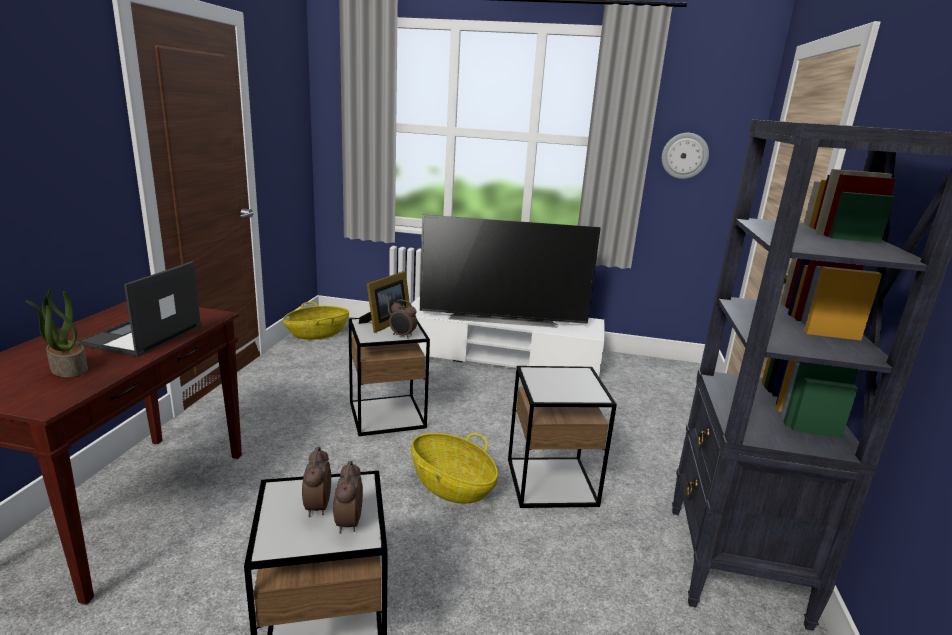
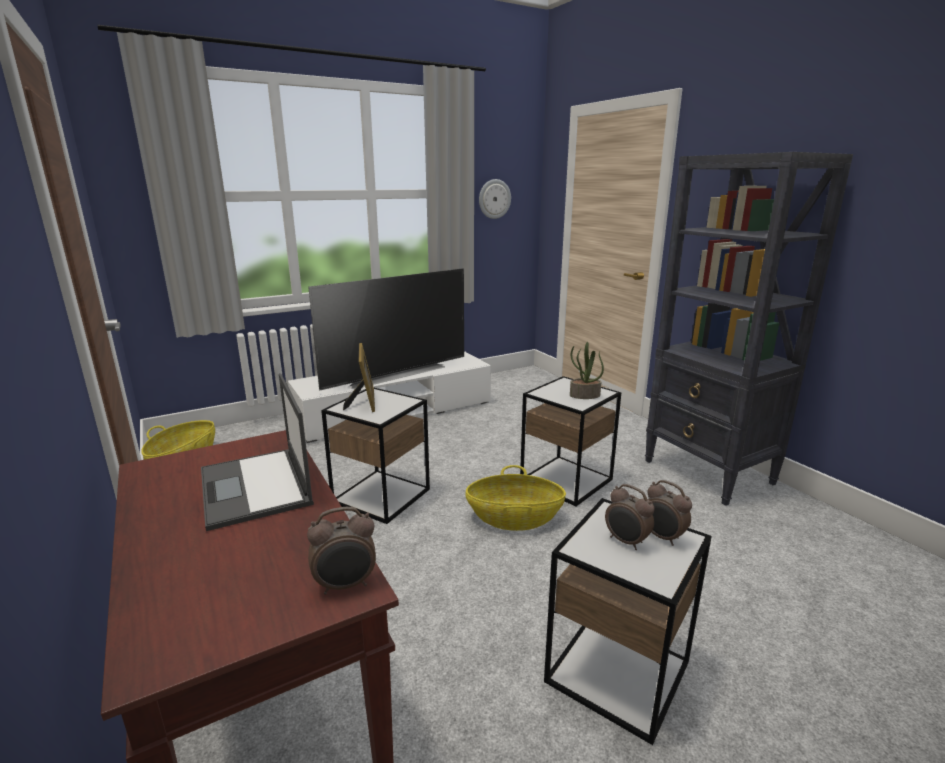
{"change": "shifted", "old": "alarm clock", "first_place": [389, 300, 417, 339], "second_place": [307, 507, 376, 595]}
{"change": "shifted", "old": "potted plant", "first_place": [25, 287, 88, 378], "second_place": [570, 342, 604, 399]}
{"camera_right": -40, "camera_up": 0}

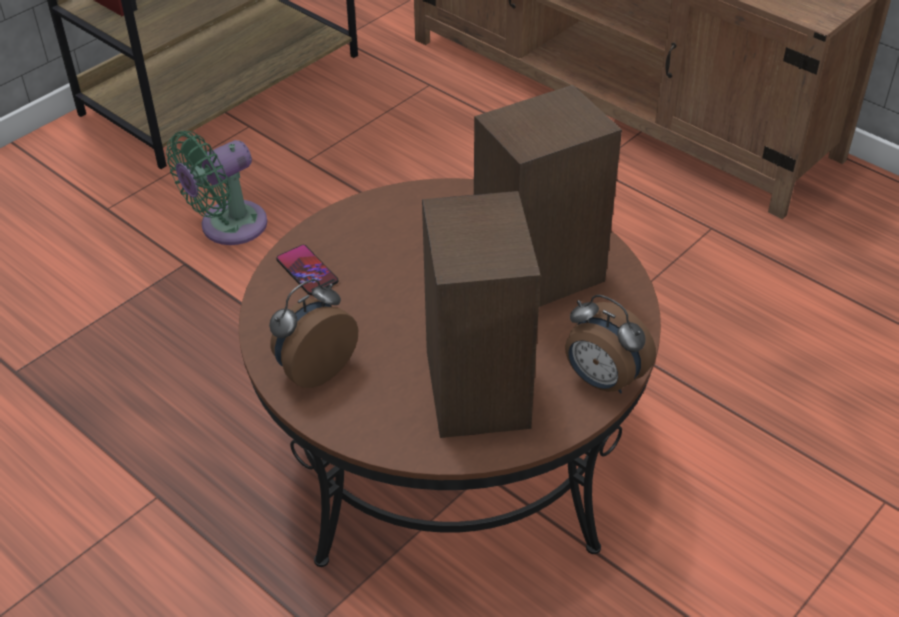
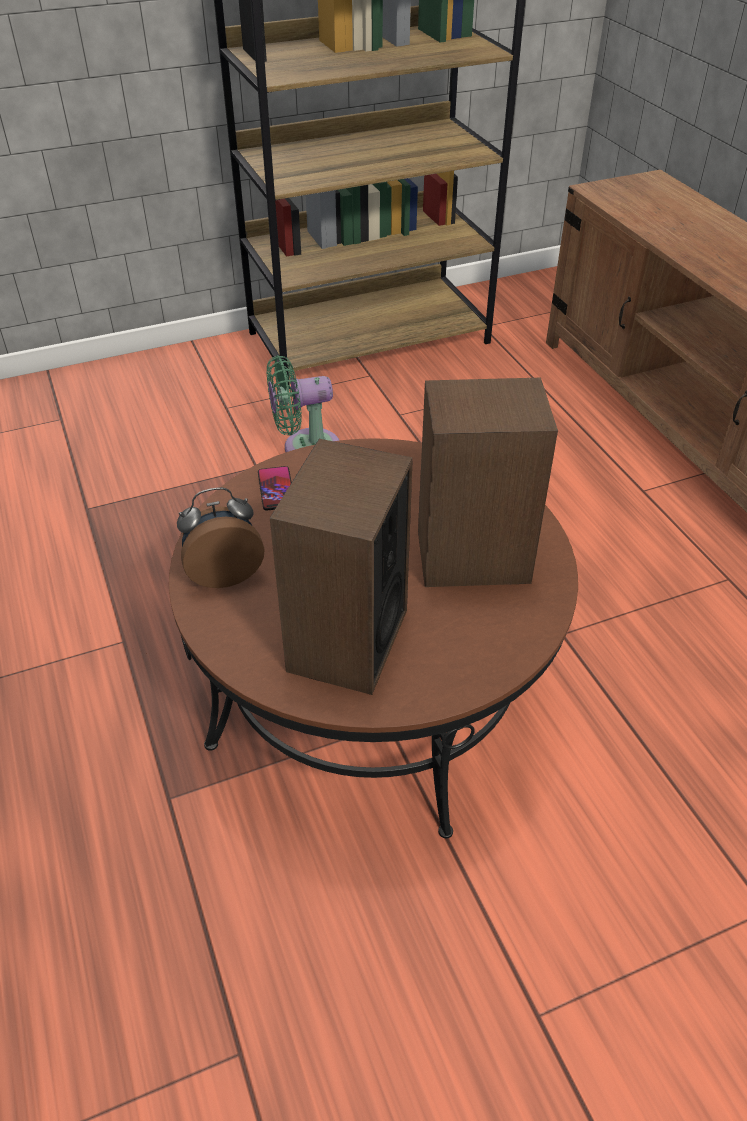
{"change": "gone", "old": "alarm clock", "first_place": [565, 295, 656, 394]}
{"camera_right": 25, "camera_up": 0}

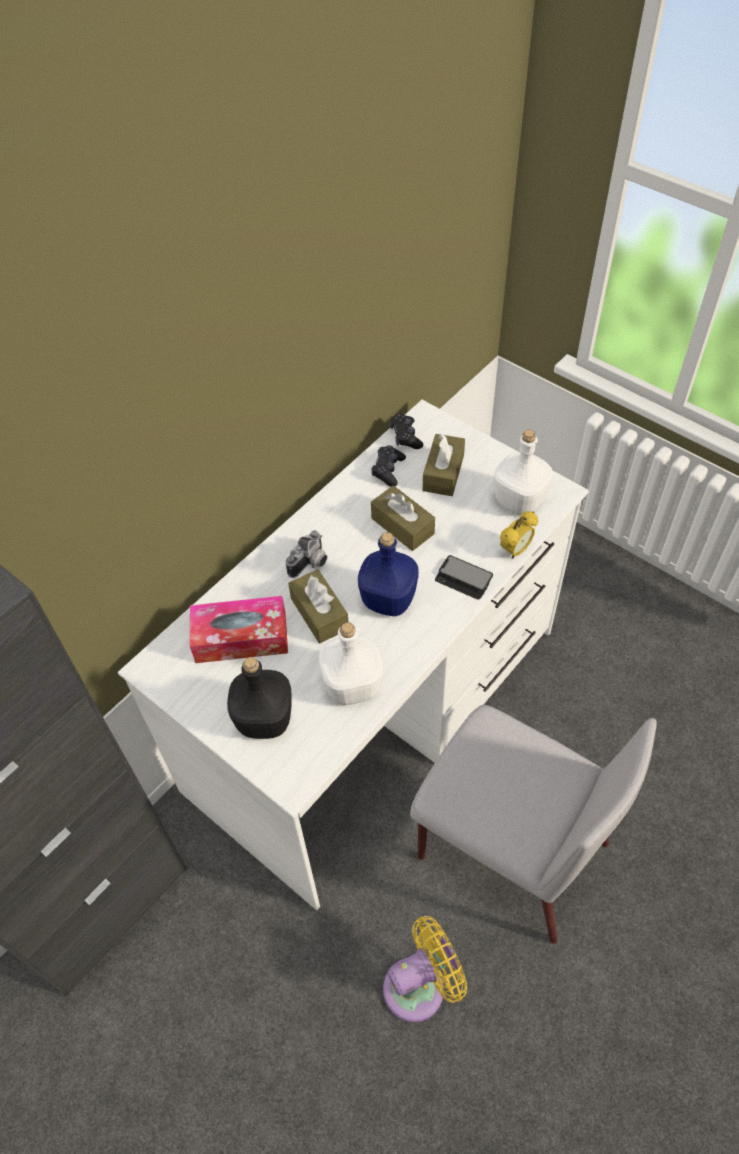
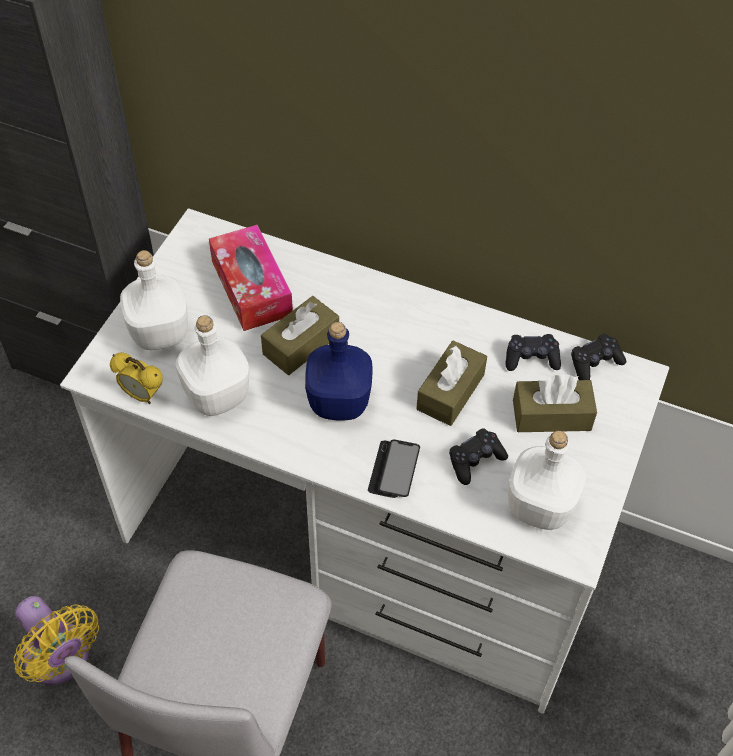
{"change": "shifted", "old": "alarm clock", "first_place": [500, 511, 538, 559], "second_place": [110, 352, 163, 404]}
{"change": "repainted", "old": "drink bottle (black)", "new": "drink bottle (white)", "first_place": [227, 657, 292, 739], "second_place": [120, 250, 188, 350]}
{"change": "new", "new": "gamepad (black)", "second_place": [449, 428, 508, 485]}
{"change": "gone", "old": "still camera", "first_place": [285, 530, 327, 578]}
{"camera_right": 70, "camera_up": 0}

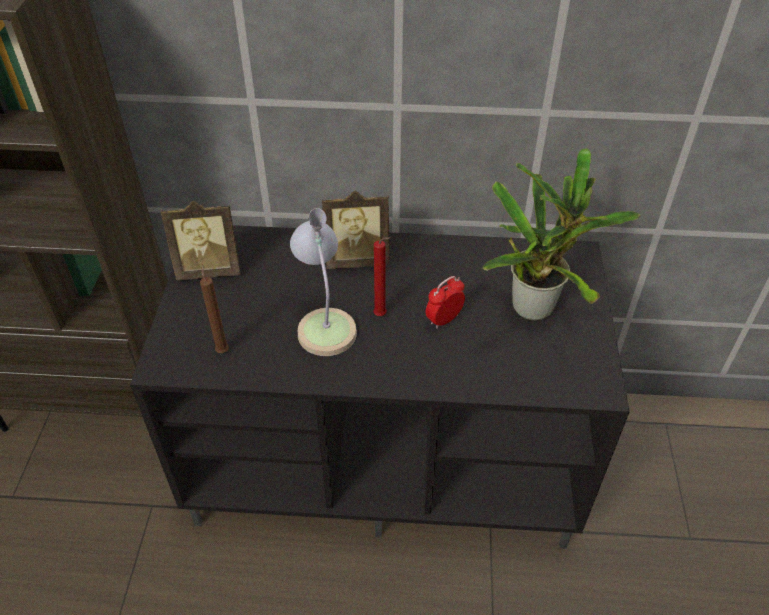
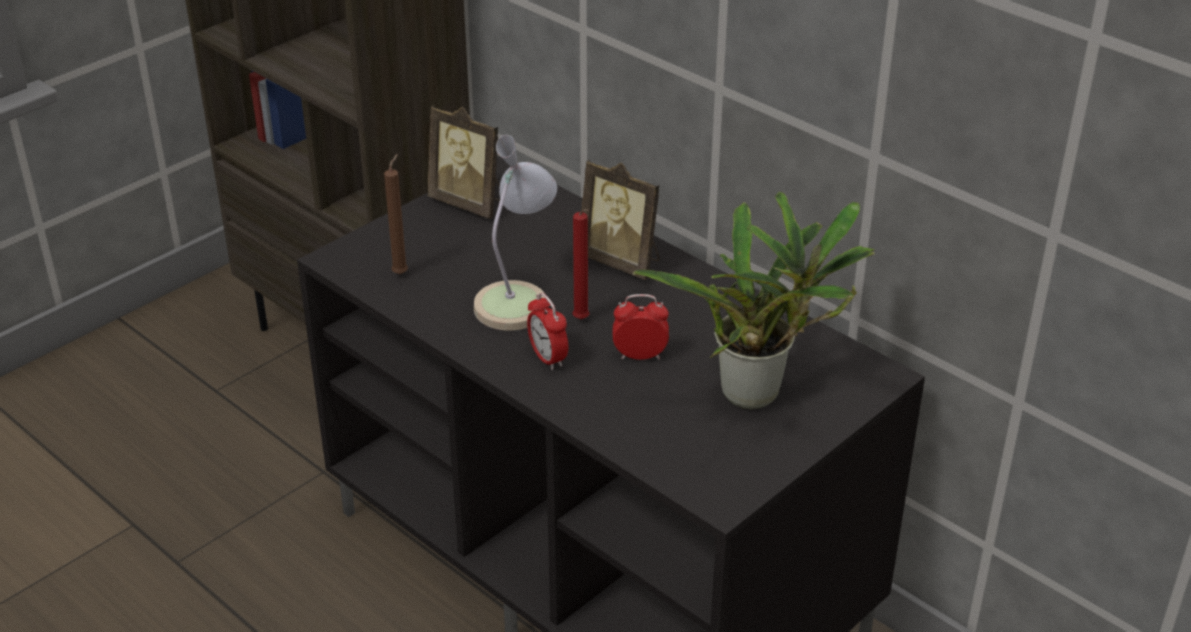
{"change": "new", "new": "alarm clock", "second_place": [527, 293, 568, 370]}
{"camera_right": 40, "camera_up": -10}

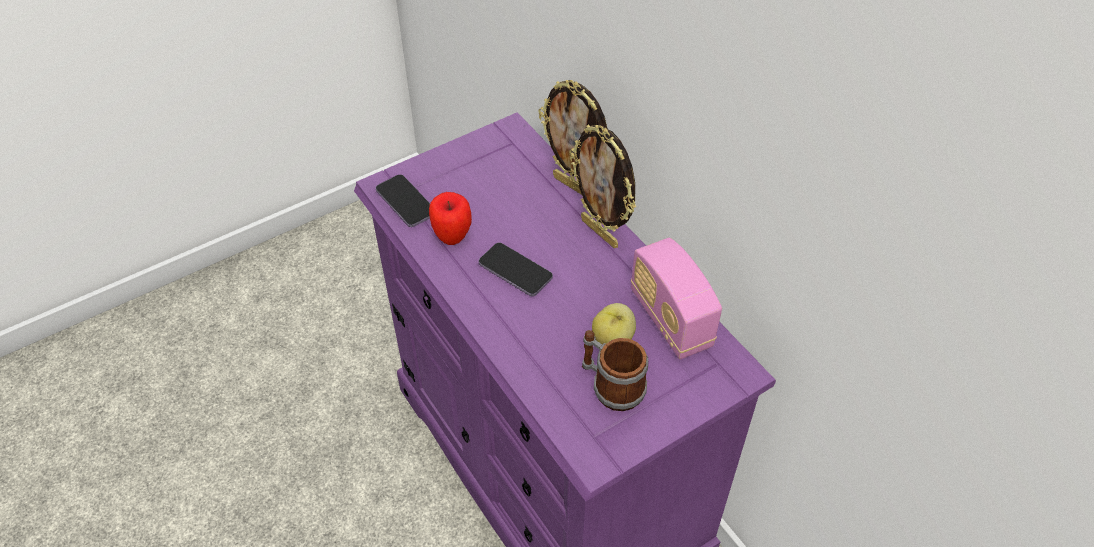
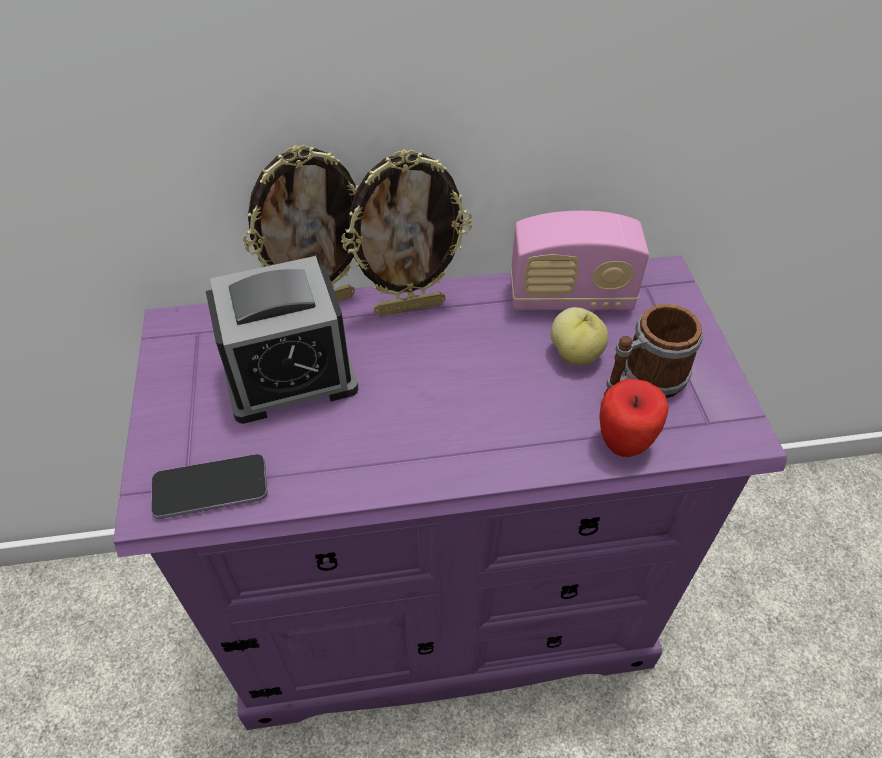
{"change": "new", "new": "alarm clock", "second_place": [206, 256, 359, 424]}
{"change": "shifted", "old": "apple fruit", "first_place": [429, 192, 472, 245], "second_place": [600, 378, 669, 457]}
{"change": "gone", "old": "telephone", "first_place": [479, 242, 553, 296]}
{"camera_right": -65, "camera_up": 0}

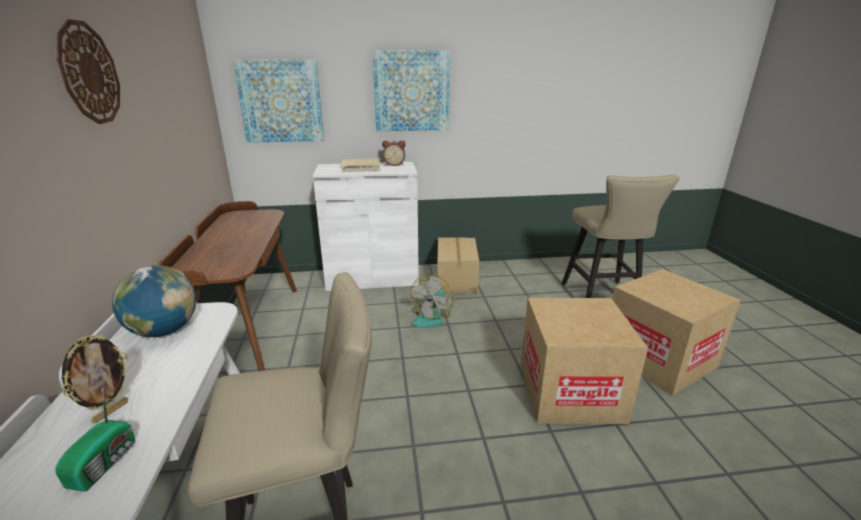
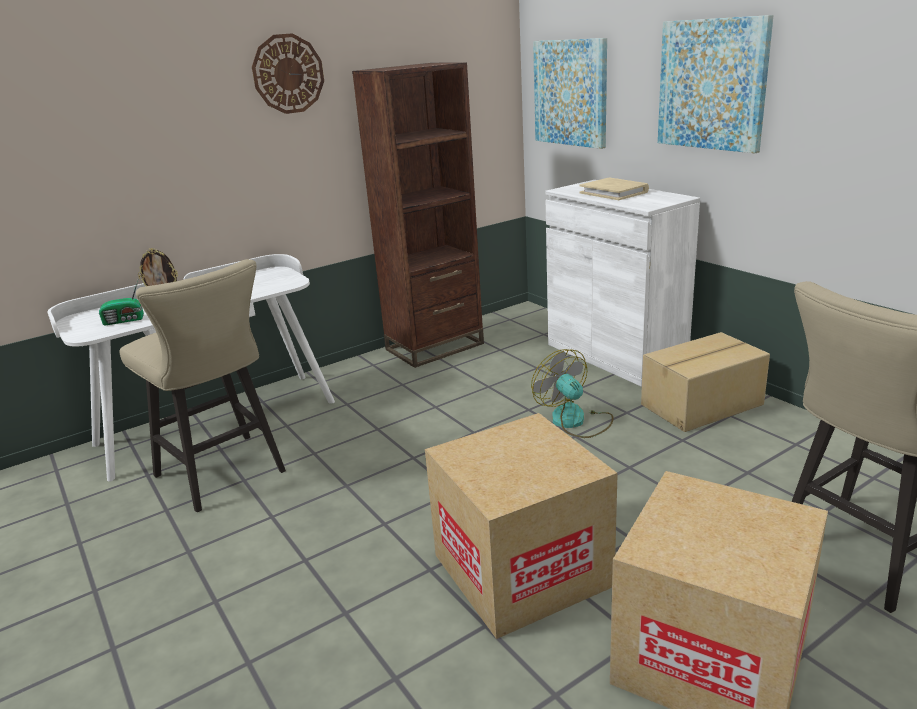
{"change": "swapped", "old": "desk unit (brownish)", "new": "bookshelf (brownish)", "first_place": [158, 201, 297, 371], "second_place": [352, 62, 484, 368]}
{"change": "rotated", "old": "fan", "first_place": [411, 274, 453, 328], "second_place": [531, 349, 614, 438], "degrees": 60}
{"change": "gone", "old": "world globe", "first_place": [112, 265, 196, 337]}
{"change": "gone", "old": "alarm clock", "first_place": [382, 140, 406, 166]}
{"camera_right": 65, "camera_up": 0}

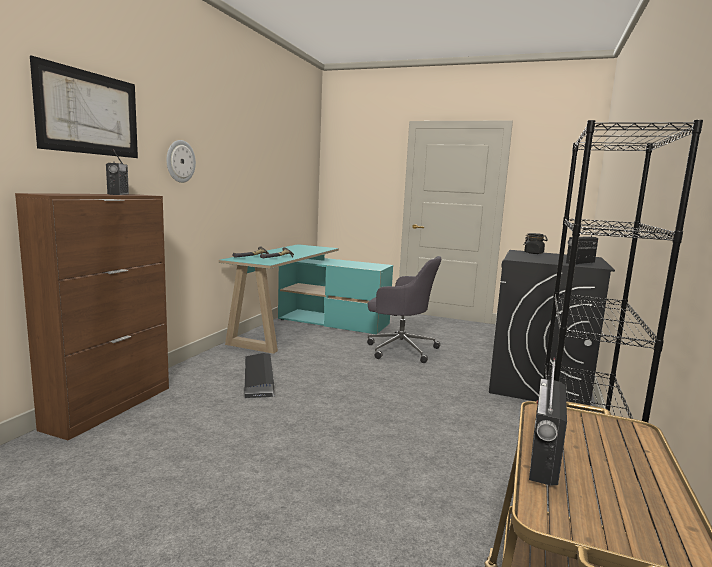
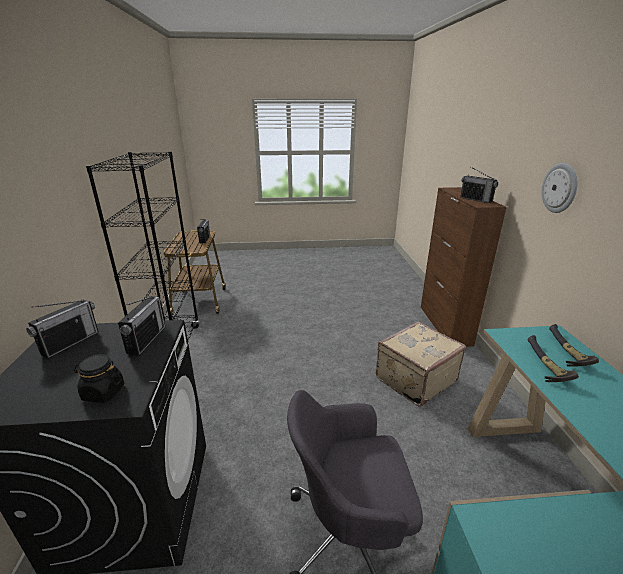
{"change": "new", "new": "radio", "second_place": [118, 296, 166, 356]}
{"change": "swapped", "old": "storage bin (black)", "new": "suitcase (beige-coloured)", "first_place": [245, 353, 274, 398], "second_place": [376, 321, 466, 407]}
{"change": "gone", "old": "wall art", "first_place": [30, 55, 138, 158]}
{"camera_right": 155, "camera_up": 15}

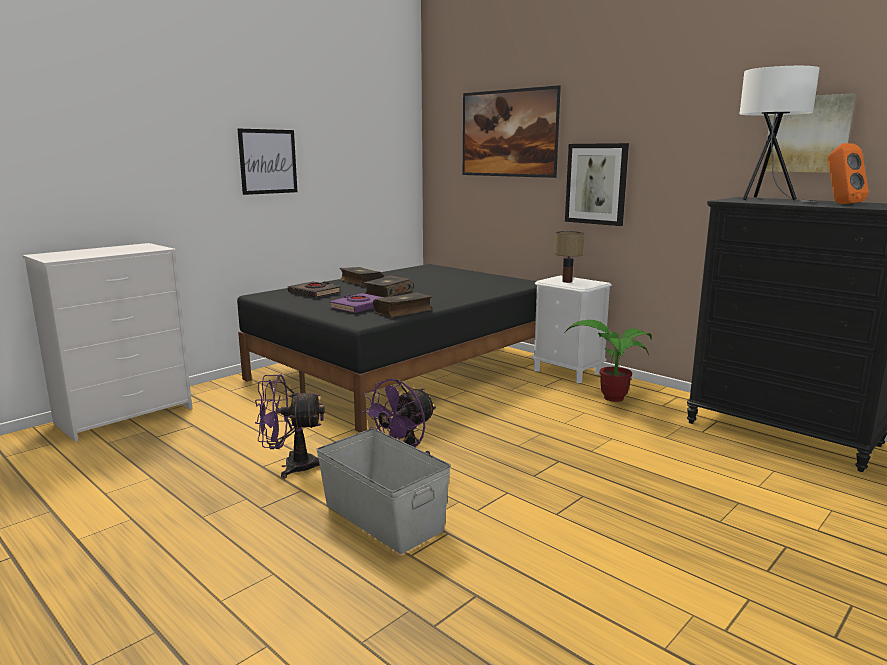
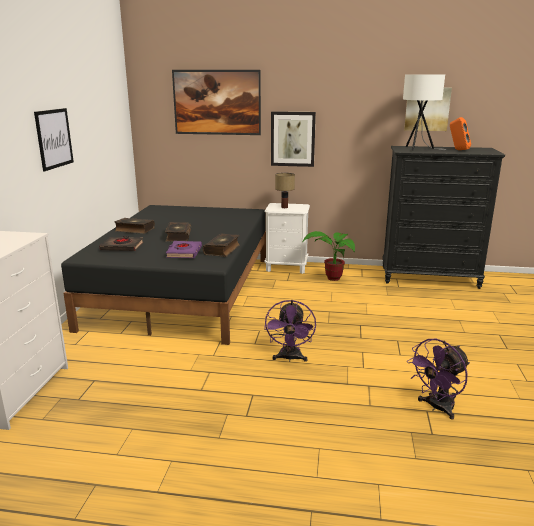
{"change": "shifted", "old": "fan (purple-coloured)", "first_place": [255, 374, 325, 479], "second_place": [407, 339, 470, 419]}
{"change": "gone", "old": "storage bin (grey)", "first_place": [316, 428, 451, 554]}
{"camera_right": -35, "camera_up": 5}

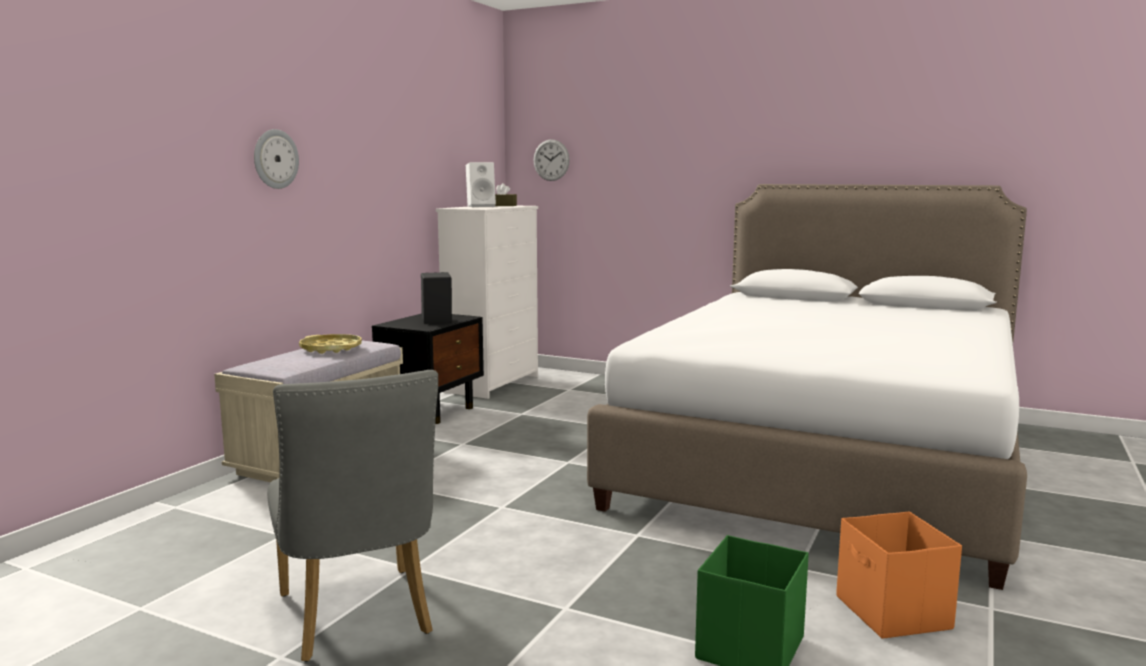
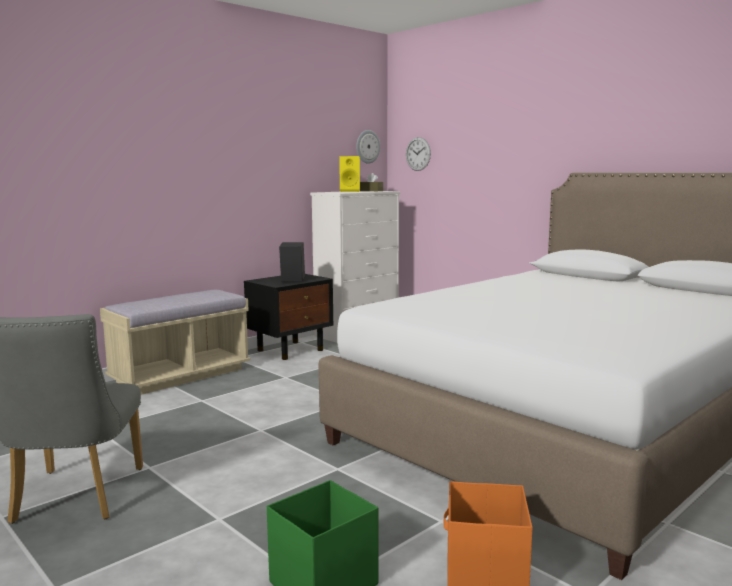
{"change": "repainted", "old": "loudspeaker (white)", "new": "loudspeaker (yellow)", "first_place": [466, 162, 496, 207], "second_place": [340, 156, 360, 192]}
{"change": "shifted", "old": "wall clock", "first_place": [254, 129, 299, 189], "second_place": [356, 130, 380, 164]}
{"change": "gone", "old": "serving tray (yellow)", "first_place": [299, 334, 362, 354]}
{"camera_right": 20, "camera_up": 0}

